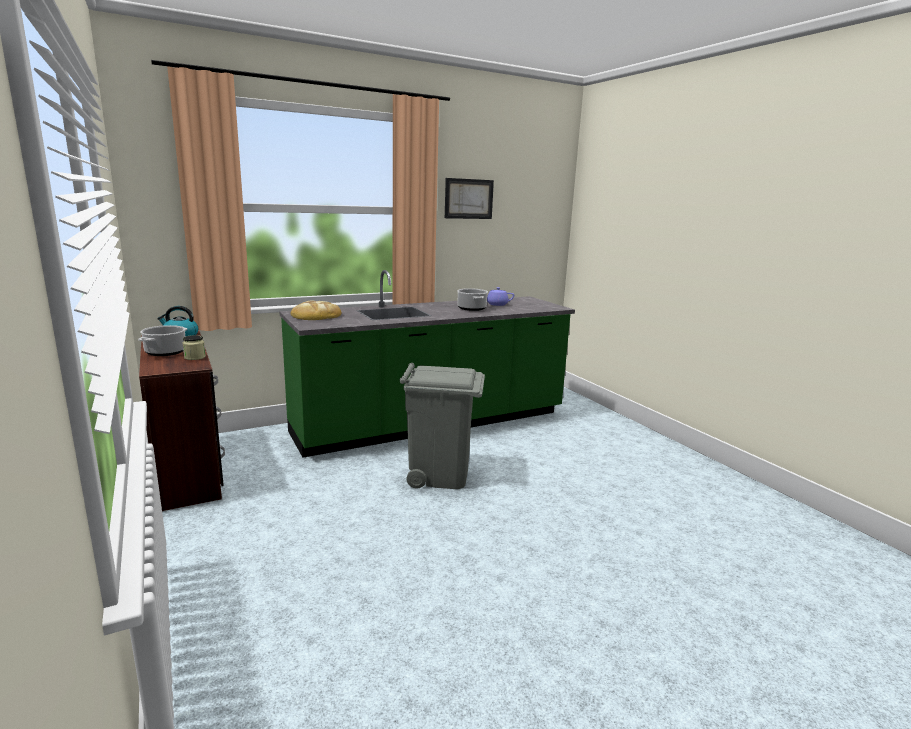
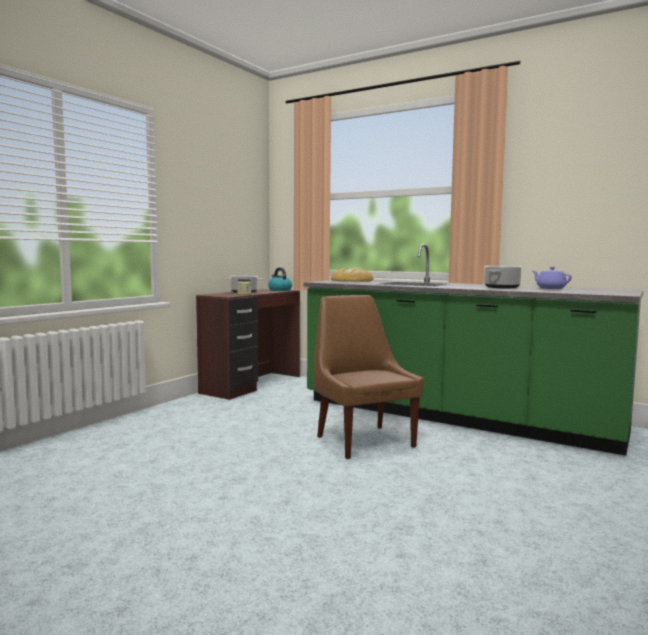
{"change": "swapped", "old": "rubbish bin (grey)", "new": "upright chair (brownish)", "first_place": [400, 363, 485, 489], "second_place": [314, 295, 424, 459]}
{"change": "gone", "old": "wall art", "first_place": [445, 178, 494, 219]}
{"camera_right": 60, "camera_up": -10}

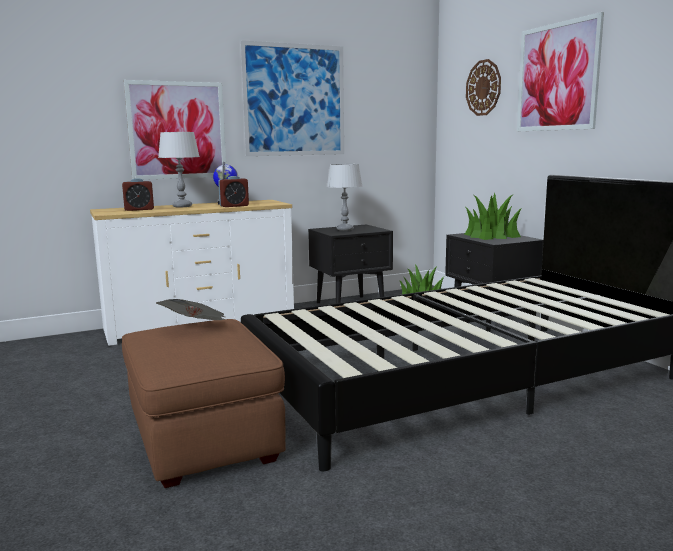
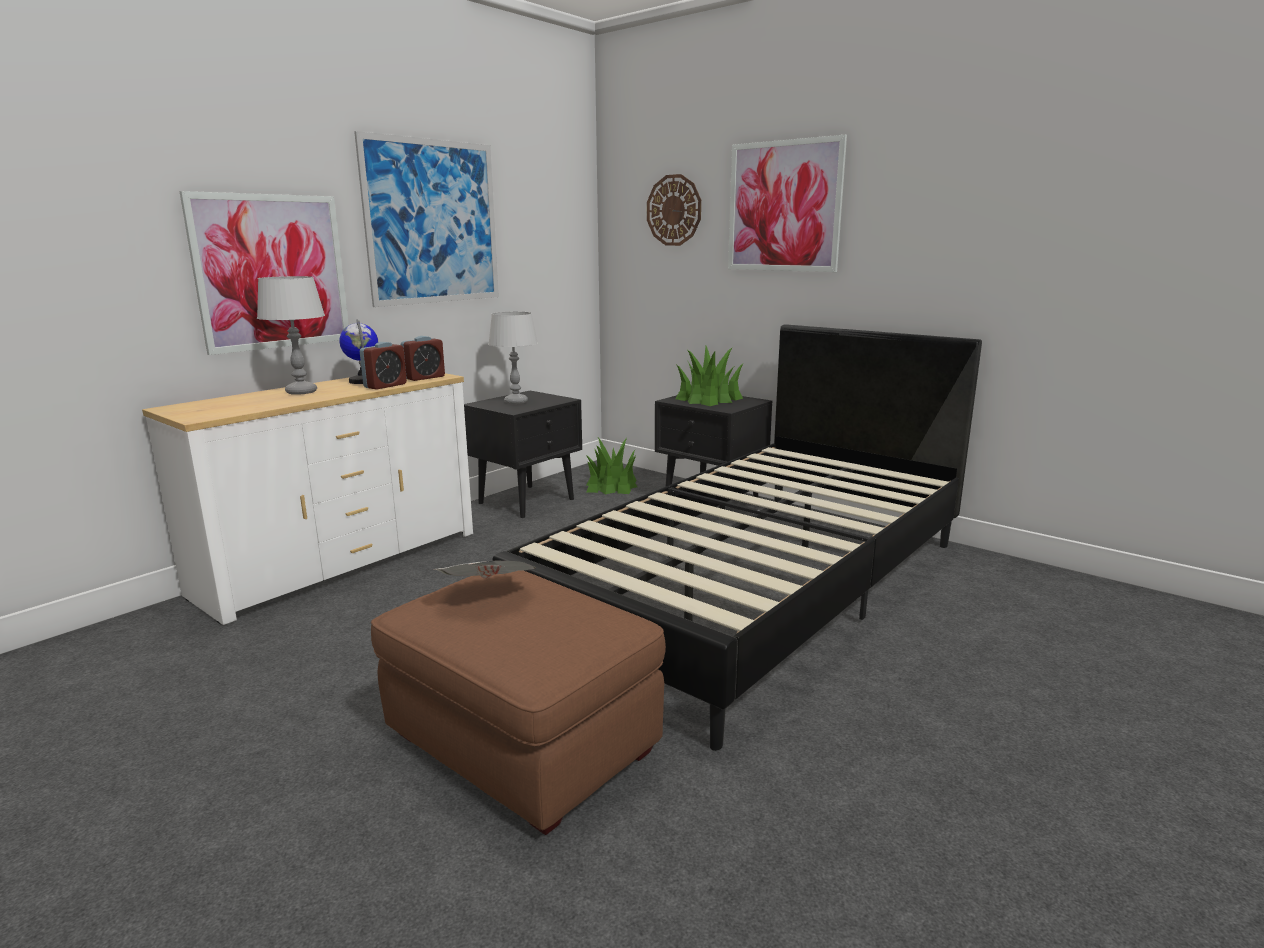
{"change": "shifted", "old": "alarm clock", "first_place": [122, 178, 154, 211], "second_place": [401, 336, 445, 381]}
{"camera_right": -25, "camera_up": 5}

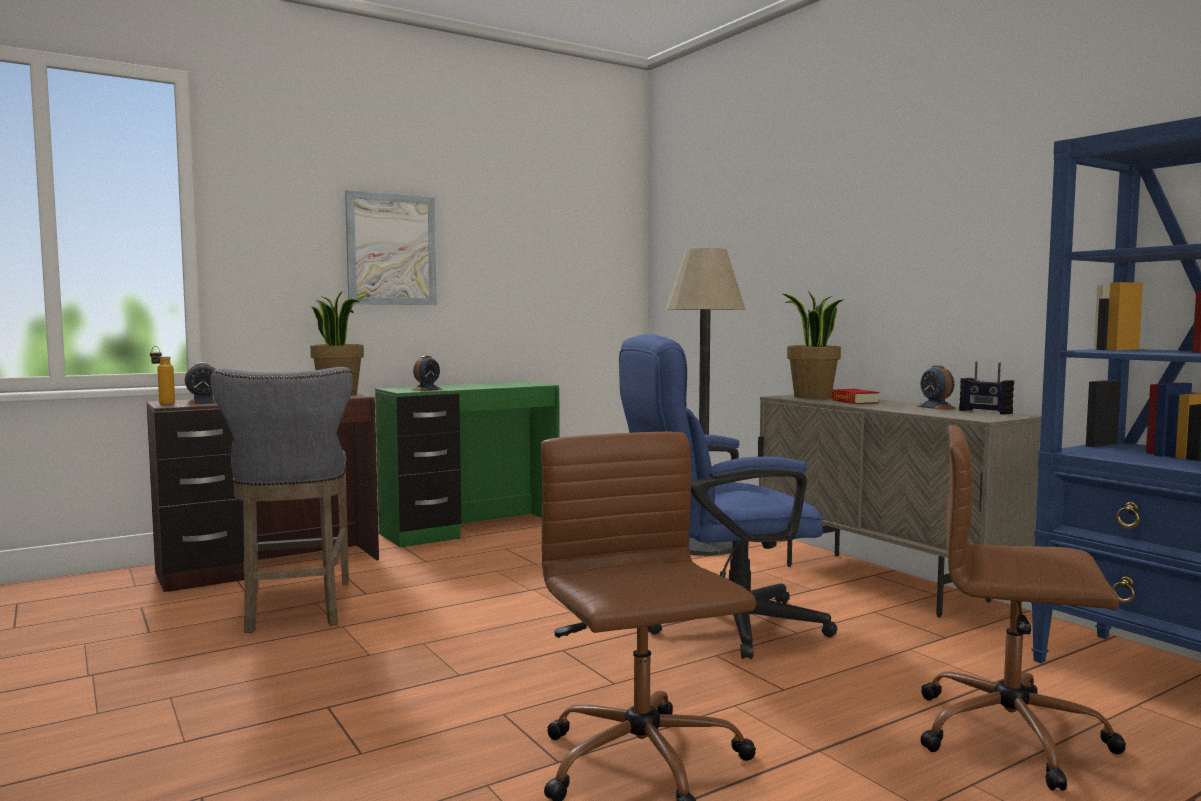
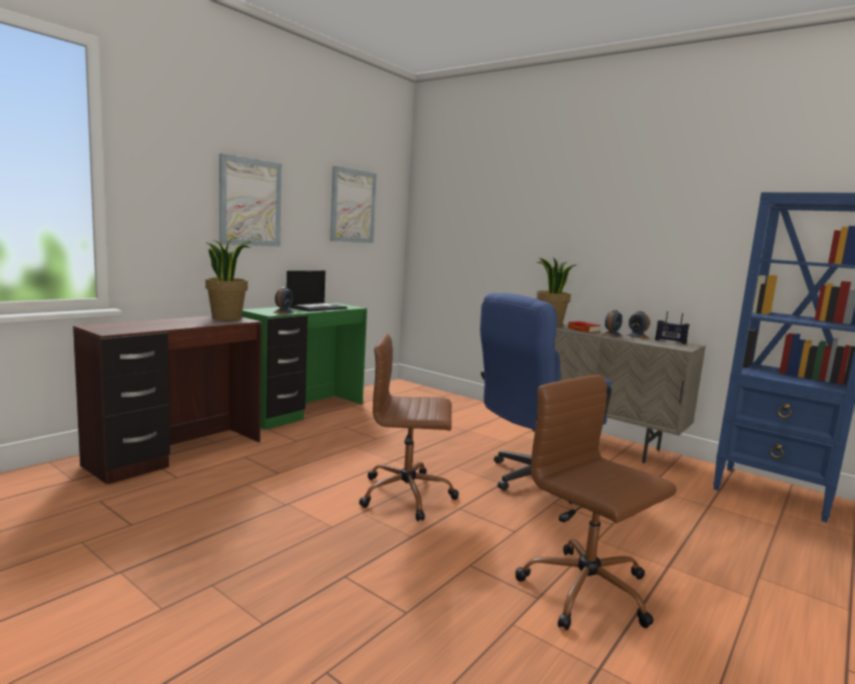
{"change": "new", "new": "laptop", "second_place": [287, 270, 347, 312]}
{"change": "new", "new": "wall art", "second_place": [330, 166, 377, 243]}
{"change": "shifted", "old": "desk chair (brownish)", "first_place": [920, 425, 1126, 791], "second_place": [359, 333, 459, 521]}
{"change": "shifted", "old": "alarm clock", "first_place": [185, 362, 216, 405], "second_place": [602, 310, 622, 337]}
{"change": "gone", "old": "drink bottle", "first_place": [150, 346, 175, 405]}
{"change": "gone", "old": "stool seat (grey)", "first_place": [210, 367, 354, 633]}
{"change": "gone", "old": "standing lamp", "first_place": [665, 248, 746, 556]}
{"camera_right": -20, "camera_up": 5}

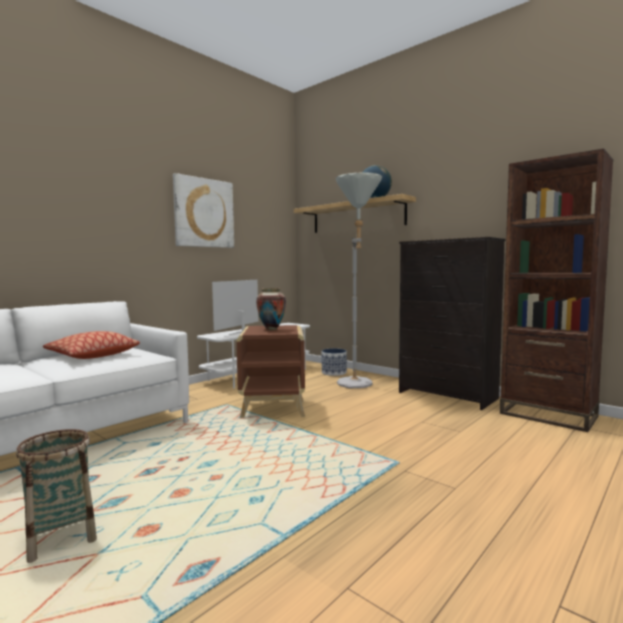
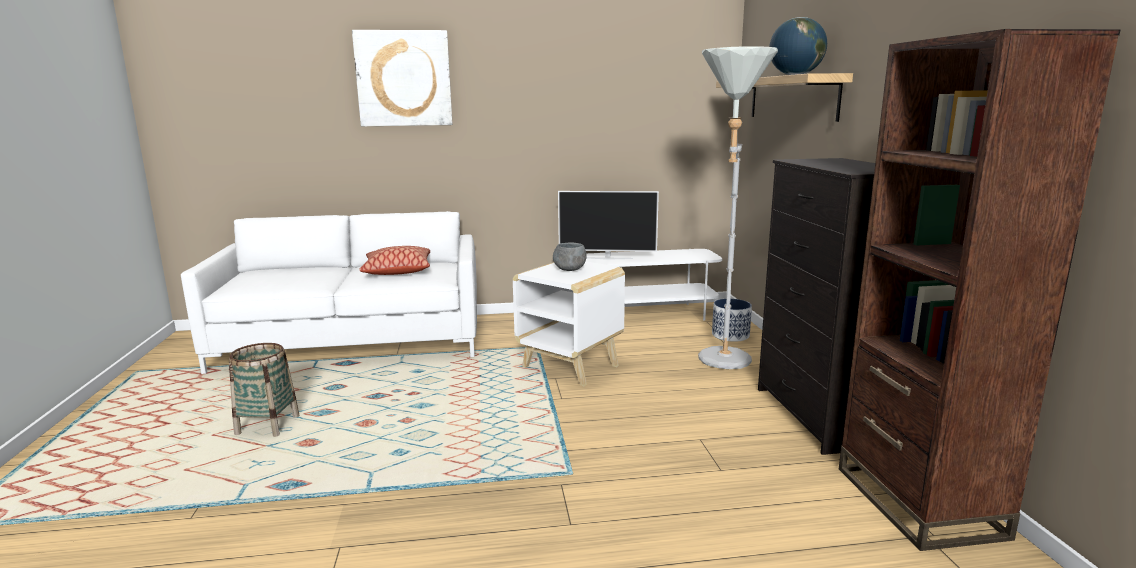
{"change": "shifted", "old": "wall art", "first_place": [173, 173, 234, 248], "second_place": [352, 30, 452, 126]}
{"change": "repainted", "old": "accent table (brownish)", "new": "accent table (white)", "first_place": [236, 325, 305, 418], "second_place": [513, 261, 625, 386]}
{"change": "swapped", "old": "vase", "new": "bowl (grey)", "first_place": [256, 288, 286, 330], "second_place": [553, 243, 587, 271]}
{"change": "rotated", "old": "TV set", "first_place": [212, 280, 258, 335], "second_place": [558, 191, 659, 259], "degrees": -150}
{"camera_right": 40, "camera_up": 10}

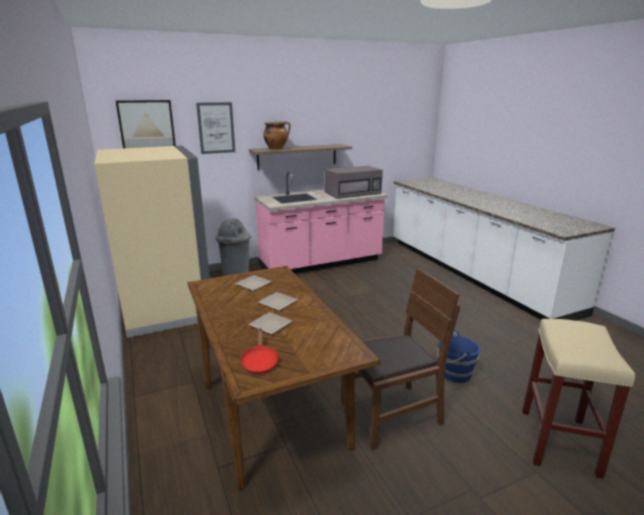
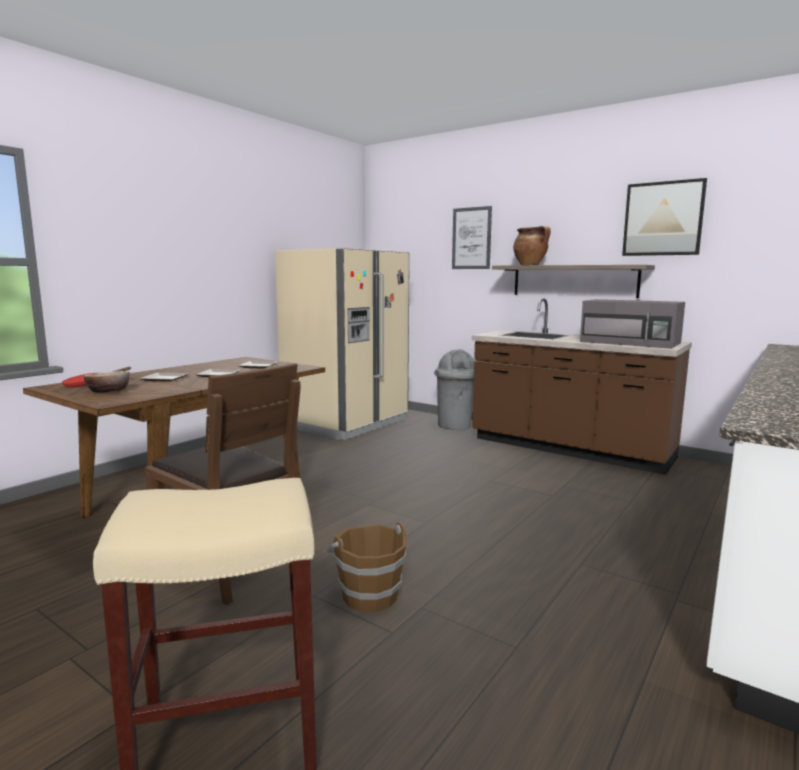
{"change": "new", "new": "bowl", "second_place": [83, 371, 130, 393]}
{"change": "repainted", "old": "water bucket (blue)", "new": "water bucket (brownish)", "first_place": [436, 331, 481, 383], "second_place": [327, 522, 406, 612]}
{"change": "repainted", "old": "counter (pink-coloured)", "new": "counter (brownish)", "first_place": [254, 171, 388, 274], "second_place": [472, 298, 692, 475]}
{"change": "shifted", "old": "wall art", "first_place": [116, 100, 176, 148], "second_place": [622, 178, 707, 256]}
{"camera_right": 60, "camera_up": -10}

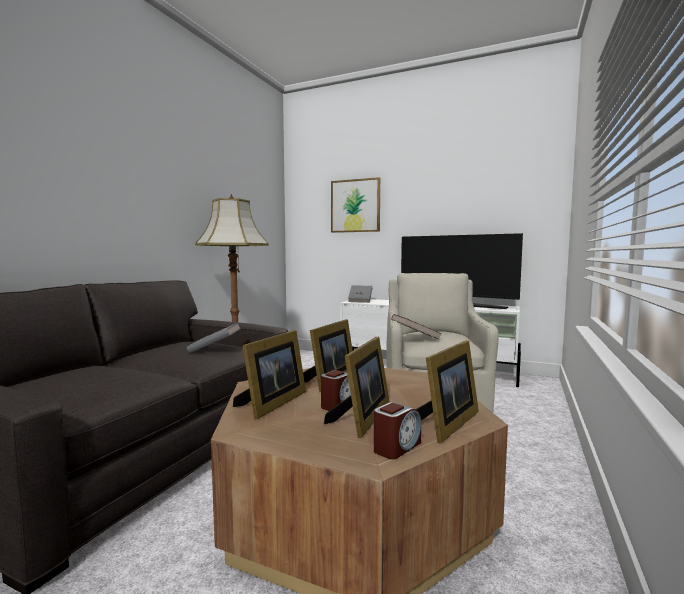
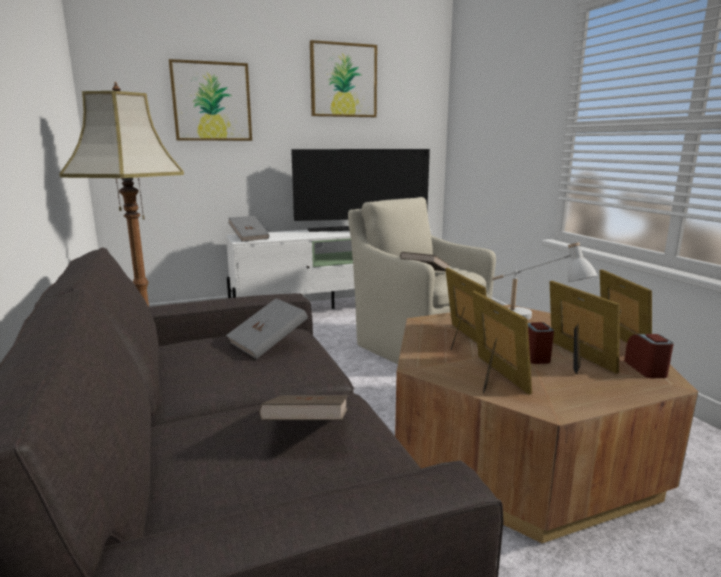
{"change": "new", "new": "volume (brownish)", "second_place": [259, 395, 347, 420]}
{"change": "new", "new": "wall art", "second_place": [310, 40, 377, 117]}
{"change": "new", "new": "lamp for a table (white)", "second_place": [492, 242, 598, 320]}
{"camera_right": -45, "camera_up": 10}

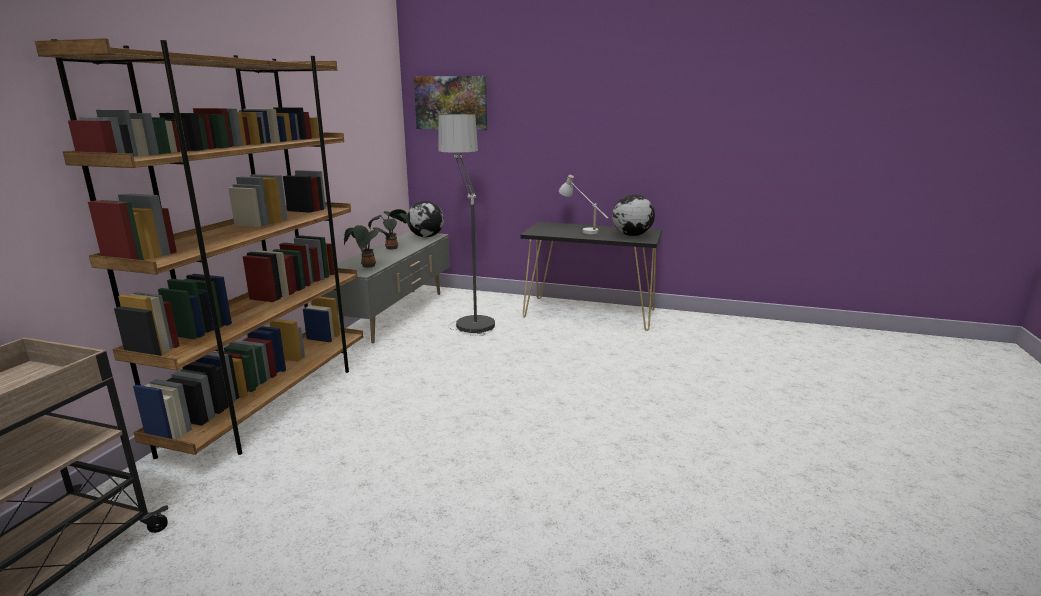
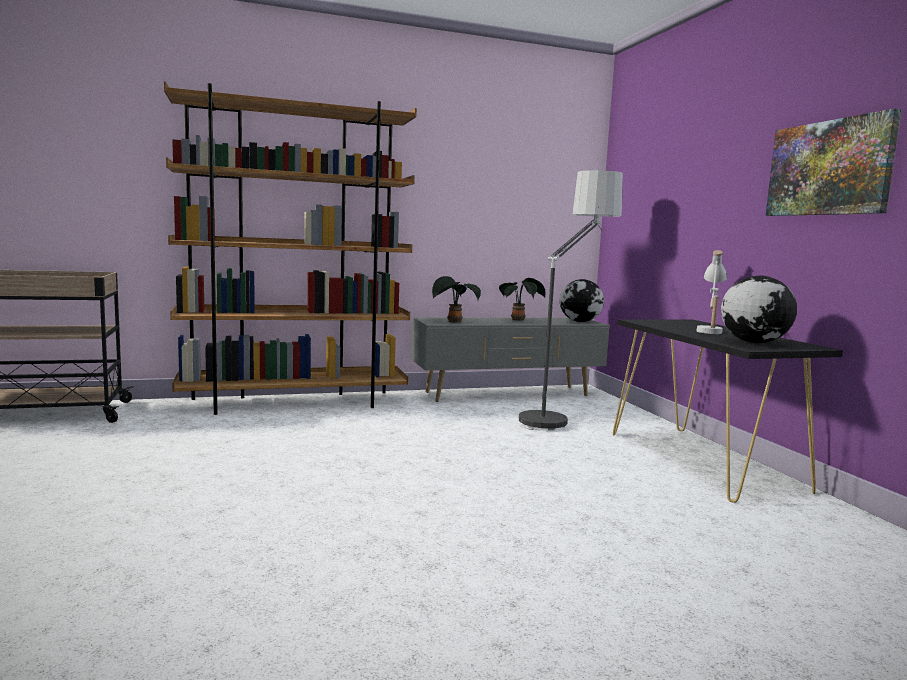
{"change": "shifted", "old": "wall art", "first_place": [414, 76, 487, 130], "second_place": [766, 108, 902, 216]}
{"camera_right": 55, "camera_up": -10}

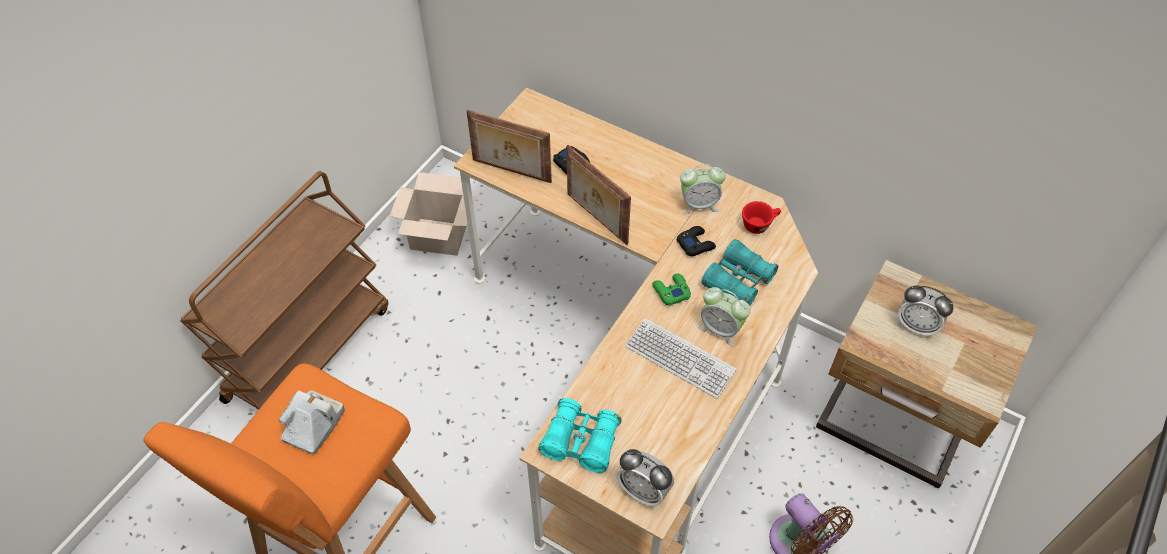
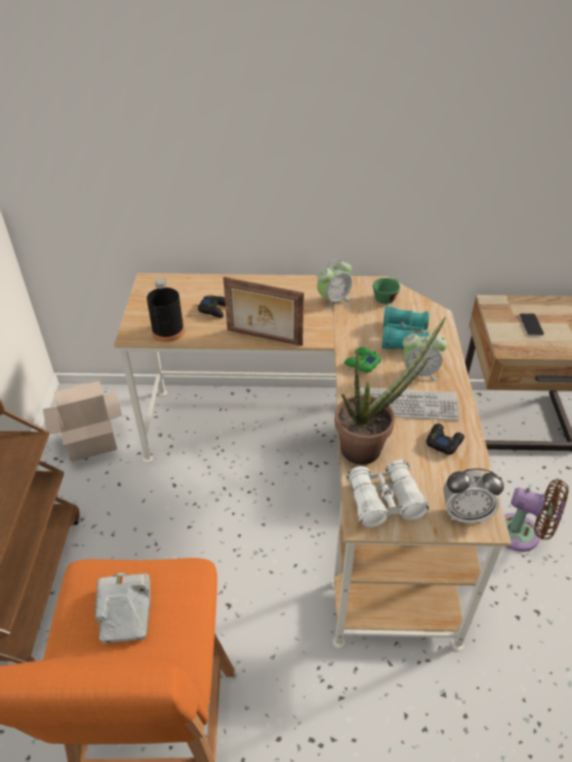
{"change": "swapped", "old": "photo frame", "new": "drink bottle (black)", "first_place": [467, 110, 552, 183], "second_place": [147, 278, 185, 342]}
{"change": "new", "new": "potted plant", "second_place": [335, 317, 446, 465]}
{"change": "repainted", "old": "field glasses (turquoise-coloured)", "new": "field glasses (white)", "first_place": [538, 398, 622, 473], "second_place": [347, 460, 429, 527]}
{"change": "repainted", "old": "drinking cup (red)", "new": "drinking cup (green)", "first_place": [742, 201, 781, 234], "second_place": [373, 278, 400, 304]}
{"change": "shifted", "old": "gamepad (black)", "first_place": [676, 226, 716, 256], "second_place": [426, 424, 464, 455]}
{"change": "swapped", "old": "alarm clock", "new": "telephone", "first_place": [898, 286, 953, 337], "second_place": [519, 313, 544, 336]}
{"camera_right": -30, "camera_up": -10}

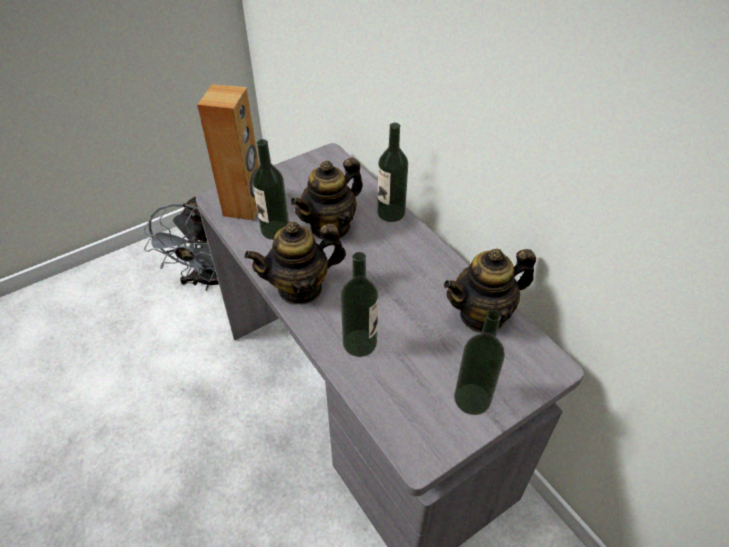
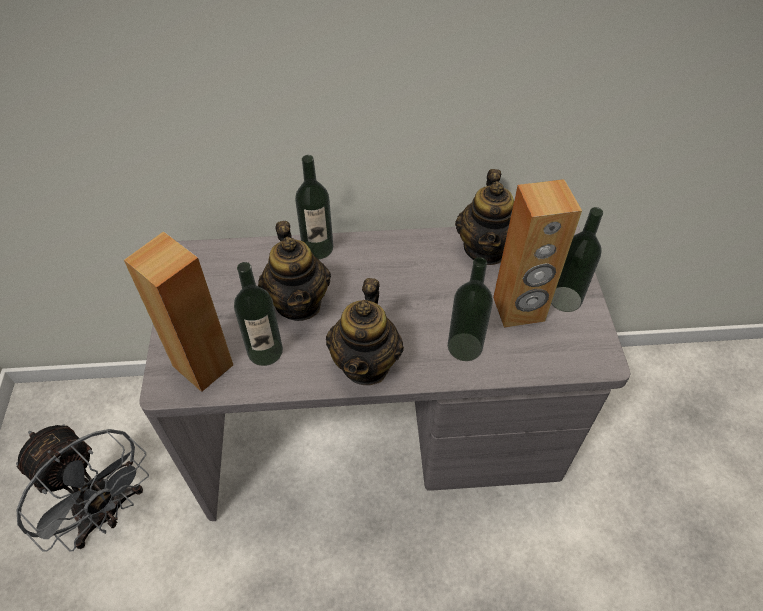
{"change": "new", "new": "loudspeaker (brownish)", "second_place": [493, 179, 582, 328]}
{"camera_right": -60, "camera_up": 5}

